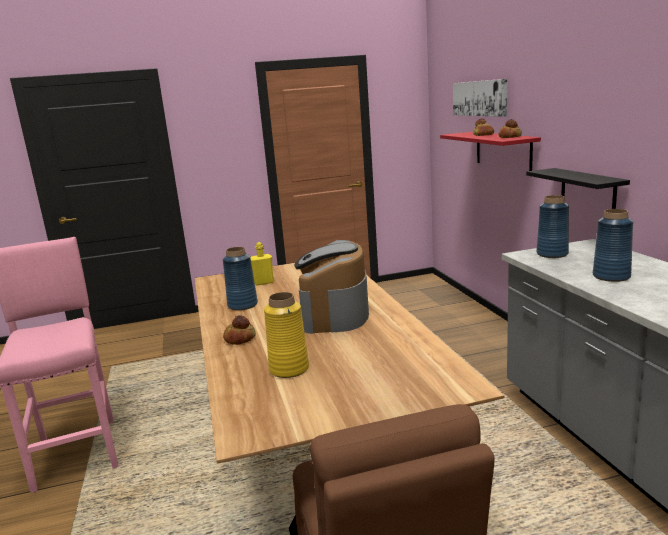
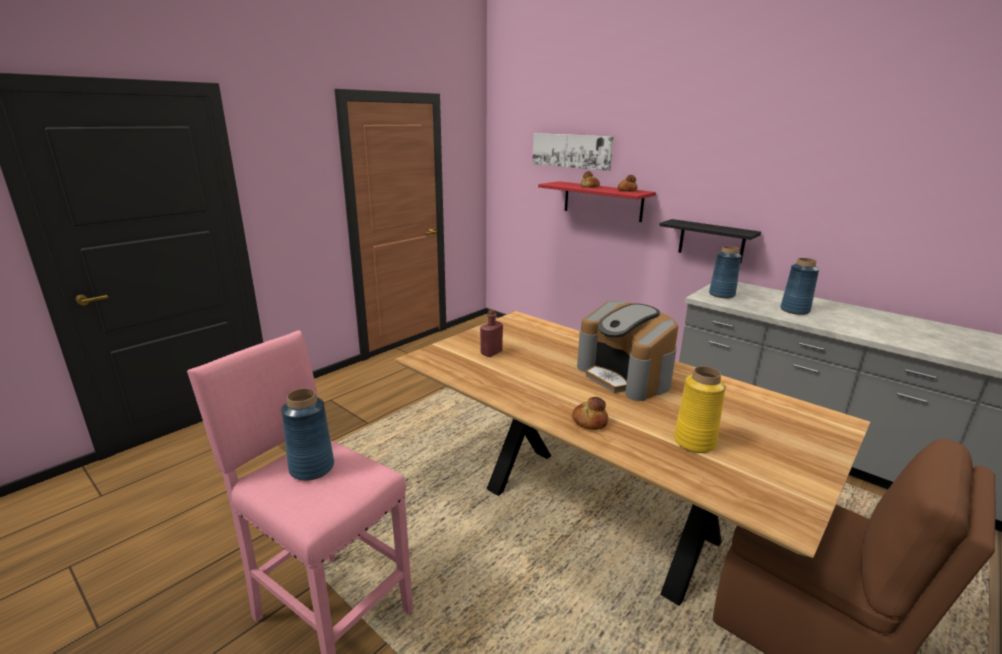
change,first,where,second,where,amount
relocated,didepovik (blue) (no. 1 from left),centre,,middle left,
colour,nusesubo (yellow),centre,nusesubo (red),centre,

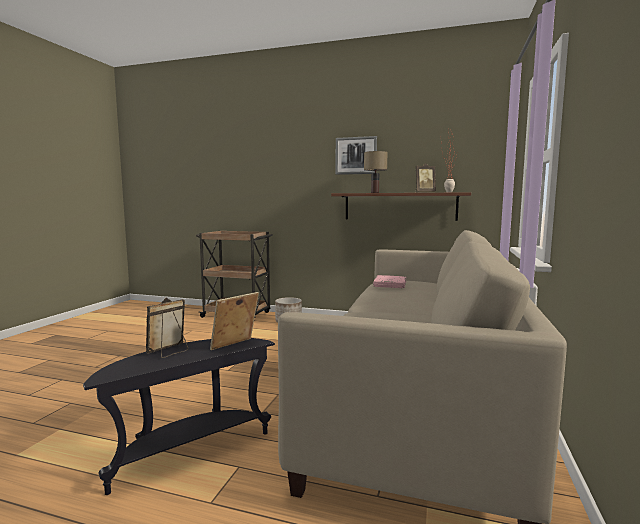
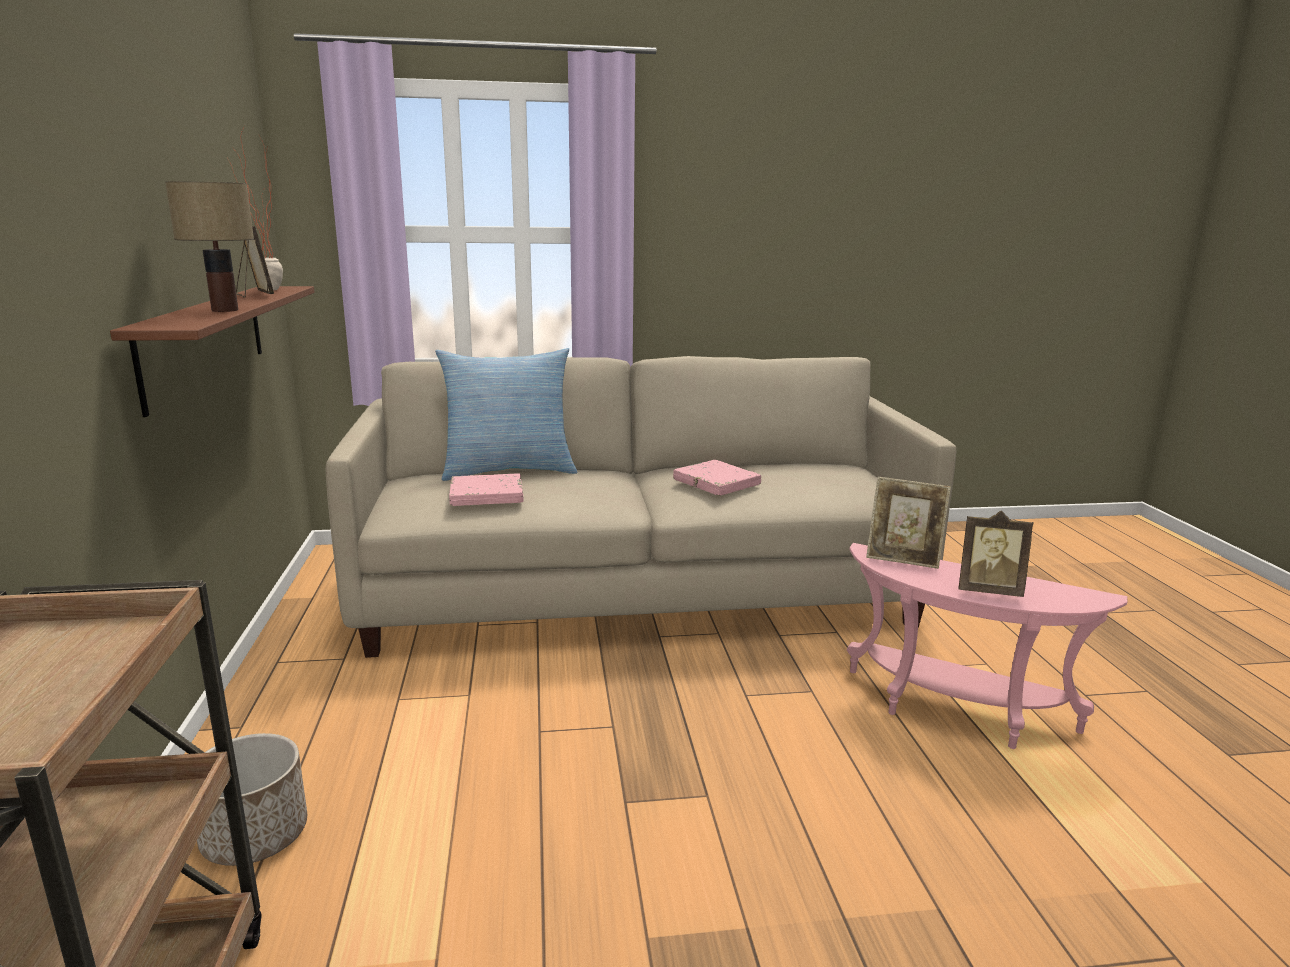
change,first,where,second,where,amount
missing,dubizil,top centre,,,
appeared,,,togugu,centre,
appeared,,,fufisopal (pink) (no. 2 from left),centre,
colour,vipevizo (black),bottom left,vipevizo (pink),bottom right,

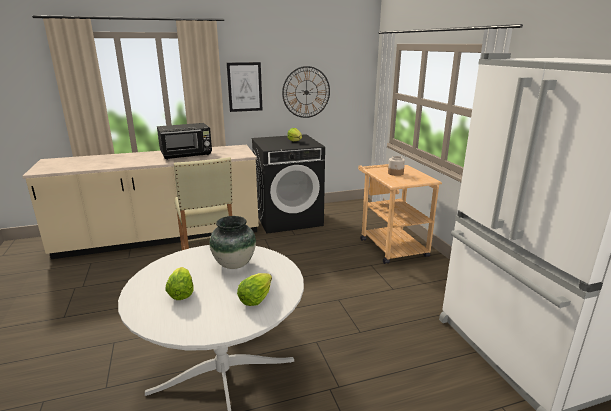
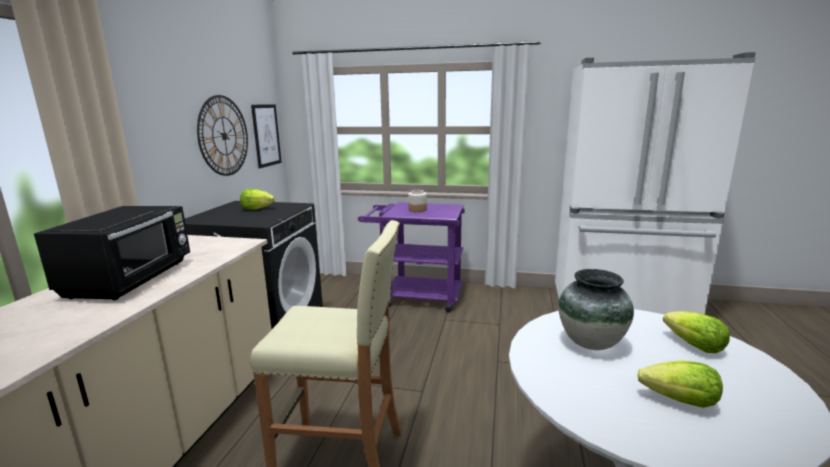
change,first,where,second,where,amount
relocated,dubizil,top centre,,top left,
colour,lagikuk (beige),centre,lagikuk (purple),centre,

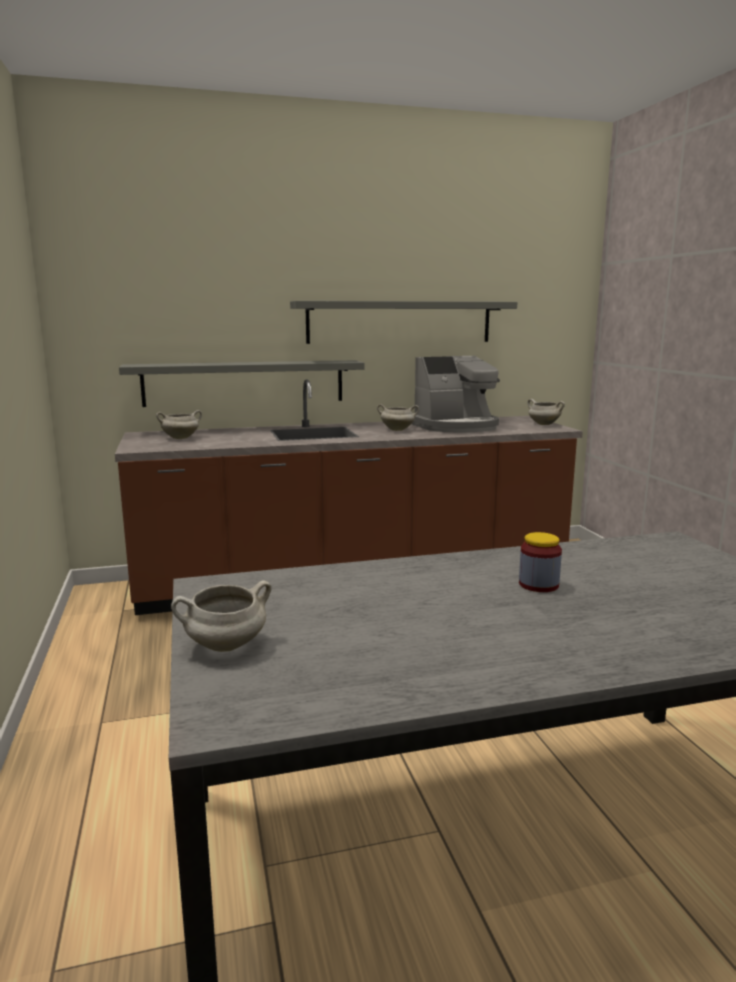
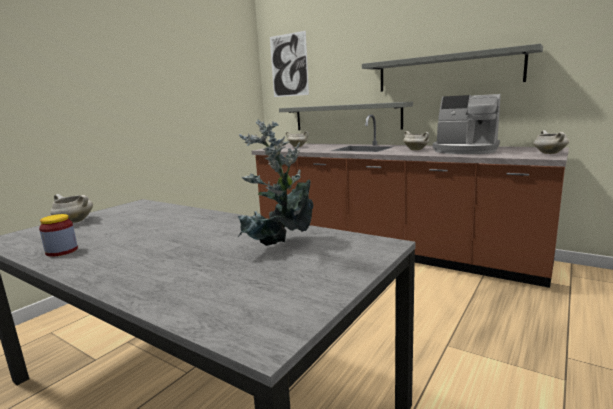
change,first,where,second,where,amount
appeared,,,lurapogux,centre,
appeared,,,dubizil,top centre,
relocated,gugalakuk,middle right,,middle left,

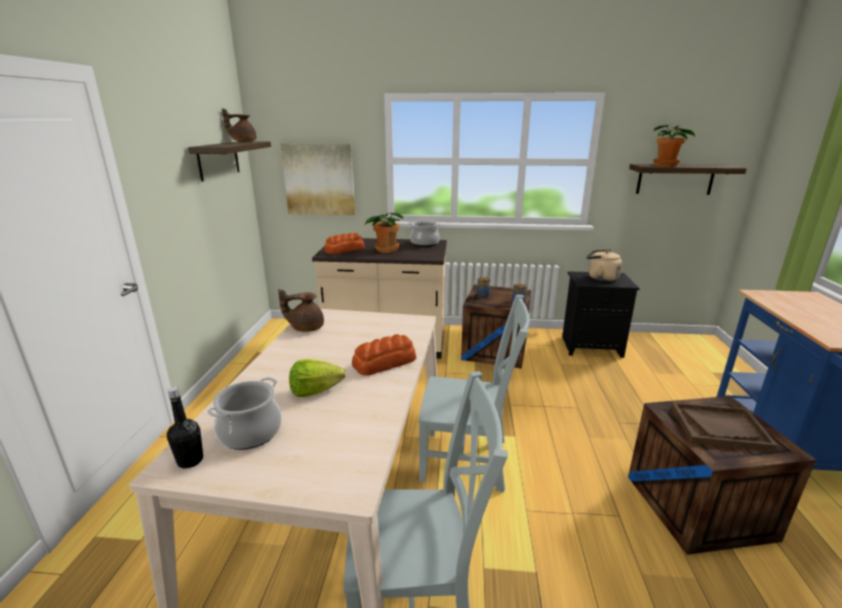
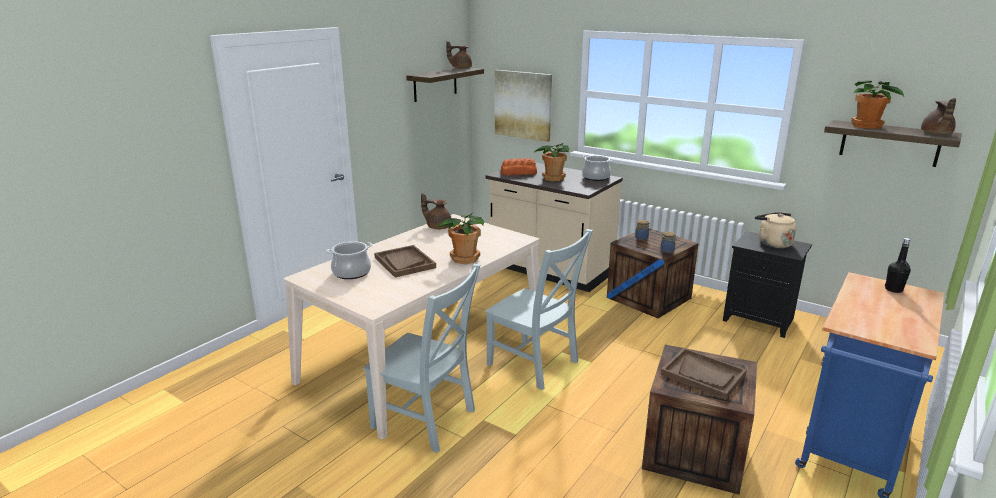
change,first,where,second,where,amount
appeared,,,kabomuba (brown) (no. 3 from left),top right,
relocated,nusesubo (black),bottom left,,middle right,
exchanged,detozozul,centre,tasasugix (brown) (no. 1 from left),centre,
exchanged,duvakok (no. 2 from left),centre,lurapogux (no. 1 from left),centre,

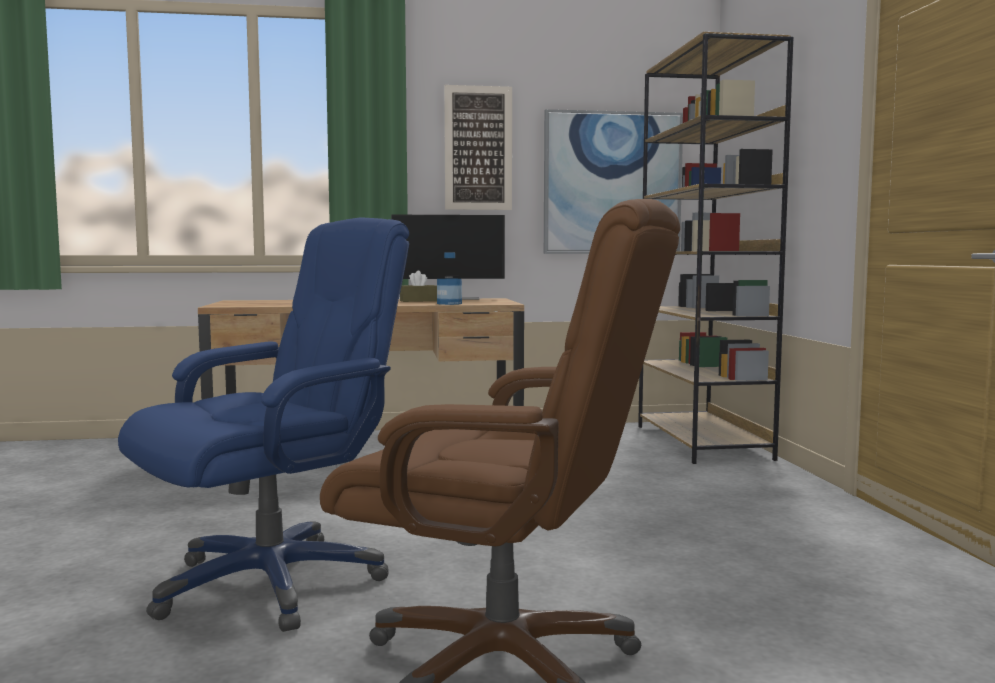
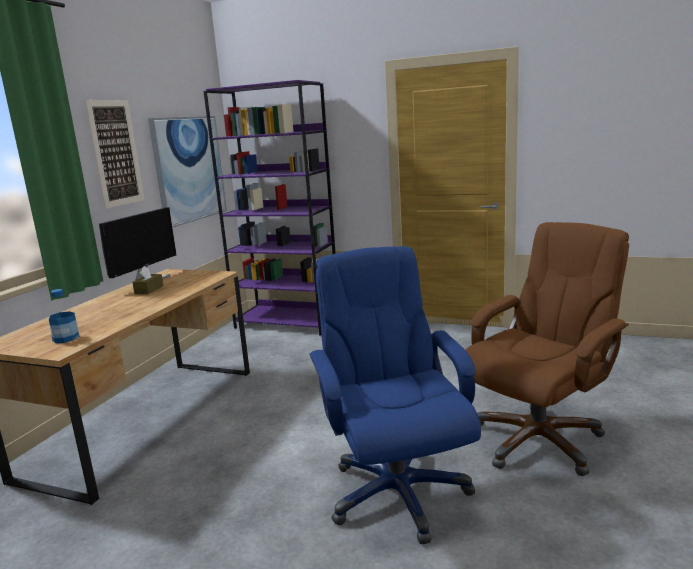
change,first,where,second,where,amount
relocated,nusesubo,centre,,middle left,
colour,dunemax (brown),middle right,dunemax (purple),centre,

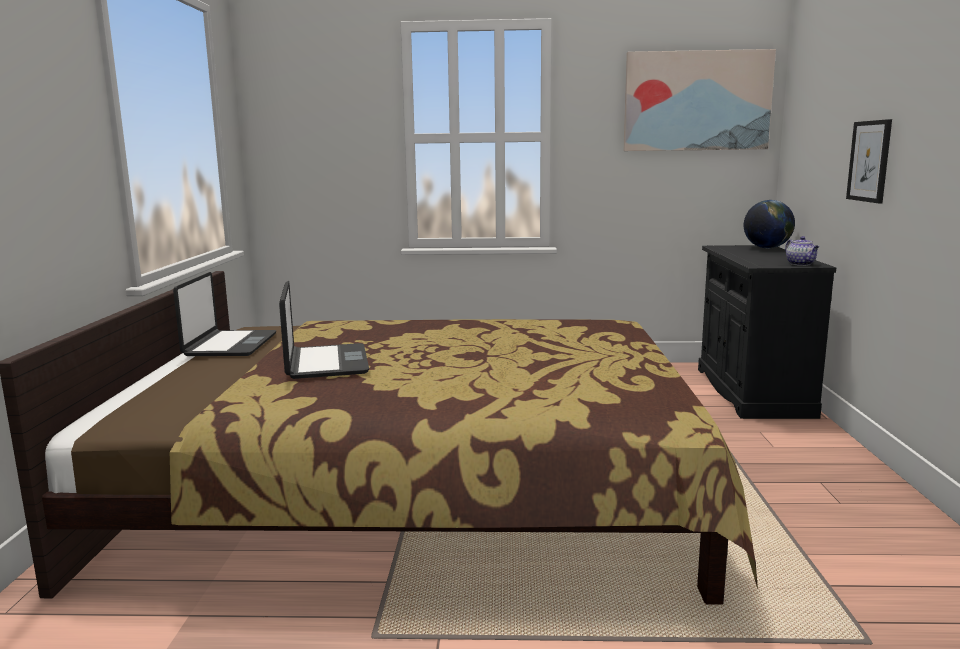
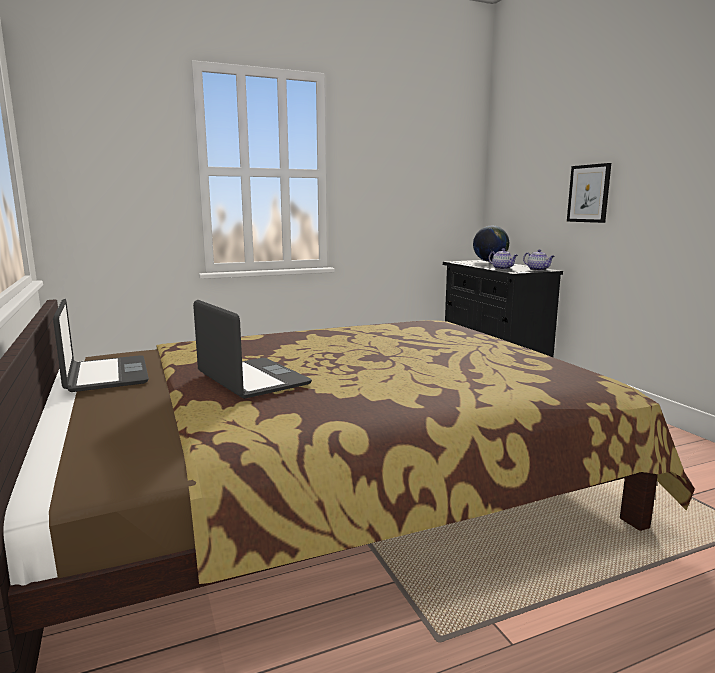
change,first,where,second,where,amount
missing,dubizil (no. 1 from left),top right,,,
appeared,,,kabomuba (no. 1 from left),middle right,

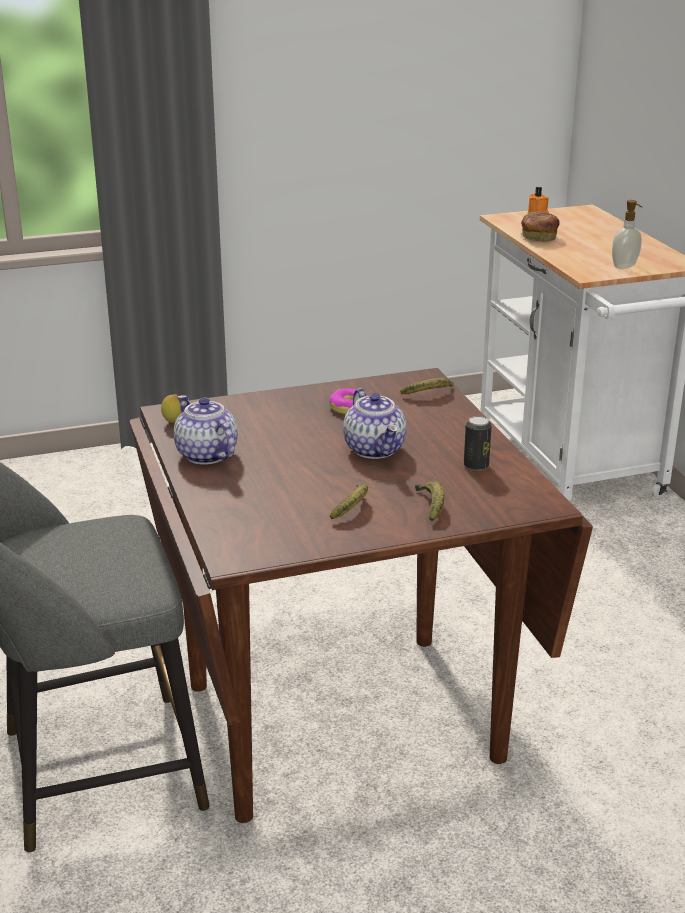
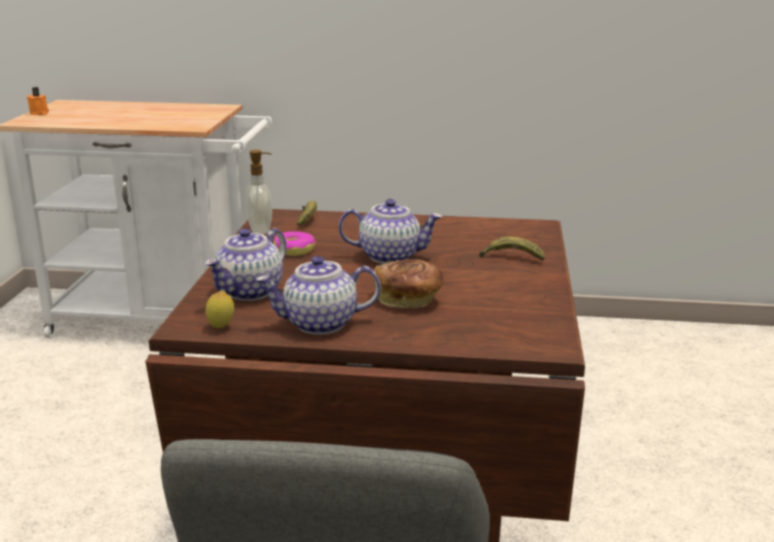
change,first,where,second,where,amount
missing,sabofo (no. 1 from left),centre,,,
missing,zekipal,middle right,,,
appeared,,,kabomuba (no. 1 from left),middle left,
relocated,duvakok,top right,,centre,
relocated,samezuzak,top right,,centre,

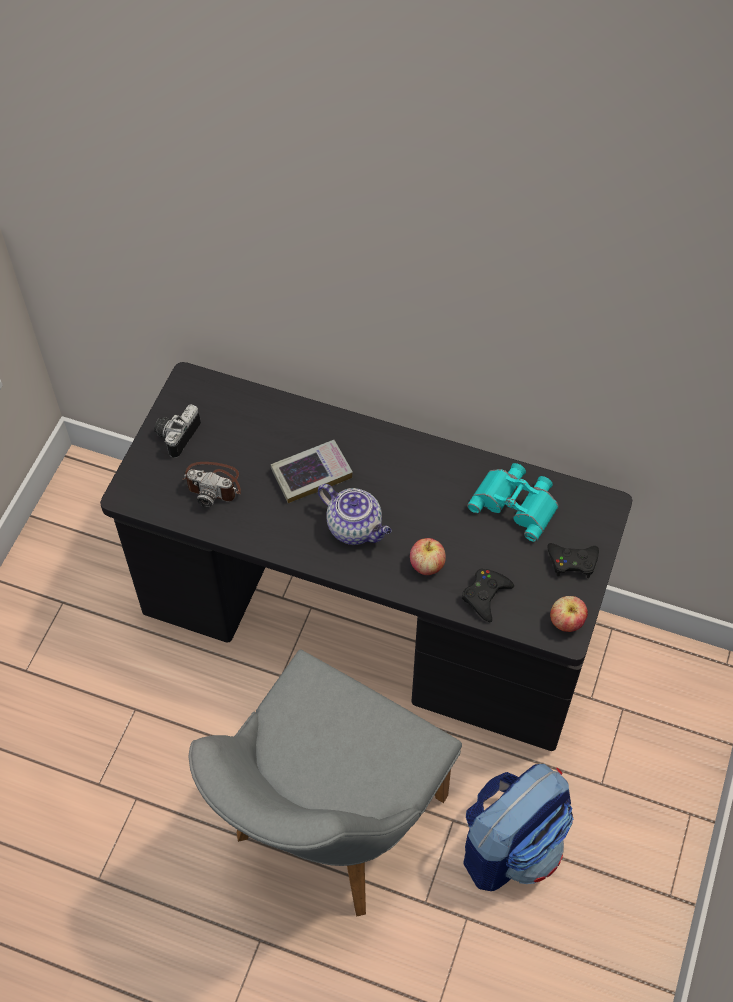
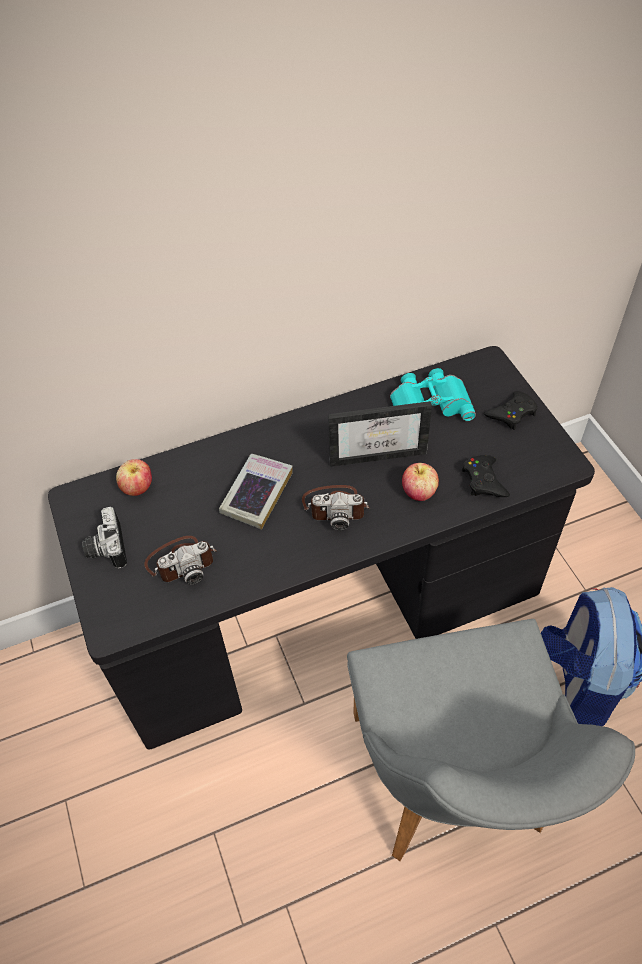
change,first,where,second,where,amount
appeared,,,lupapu,centre,
relocated,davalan (no. 2 from left in the first image),middle right,davalan (no. 1 from left),middle left,
exchanged,kabomuba,centre,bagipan (no. 3 from left),centre,

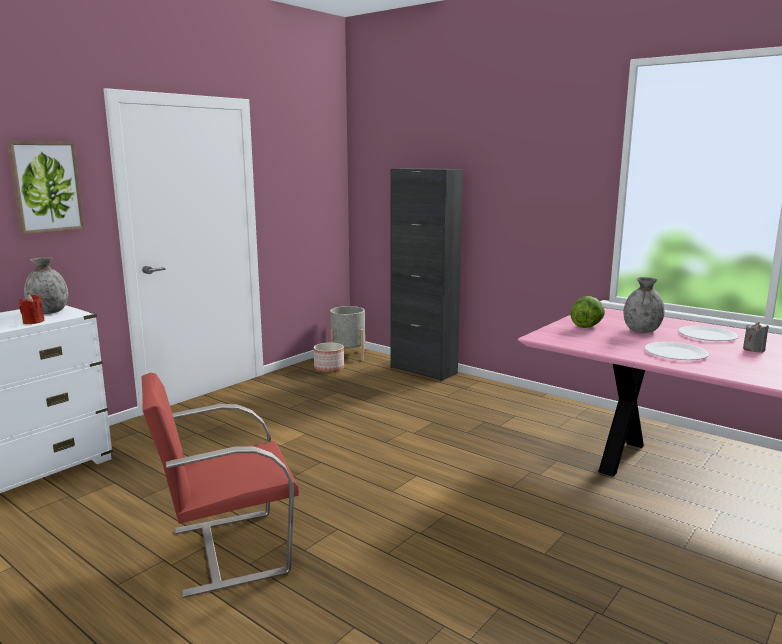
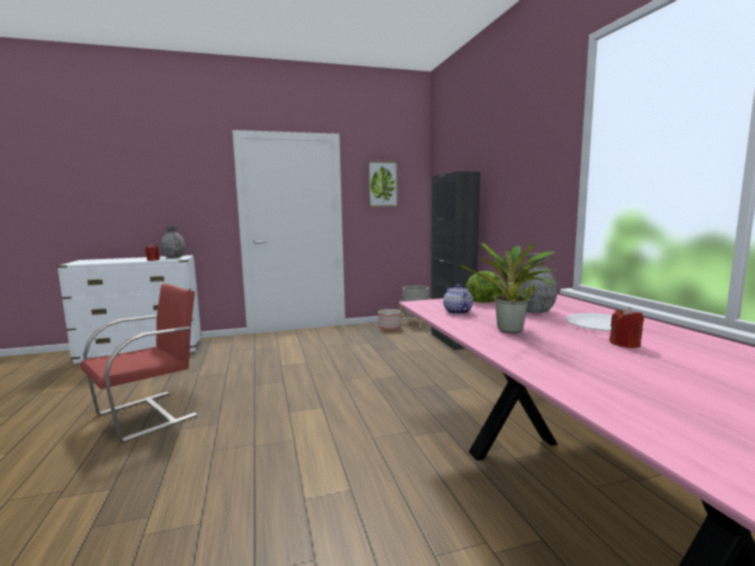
change,first,where,second,where,amount
appeared,,,kabomuba,centre,
relocated,dubizil,top left,,top centre,
exchanged,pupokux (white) (no. 1 from left),middle right,lurapogux,middle right,
colour,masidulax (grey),middle right,masidulax (red) (no. 2 from left),middle right,
spun,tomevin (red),bottom left,,middle left,120 degrees clockwise

